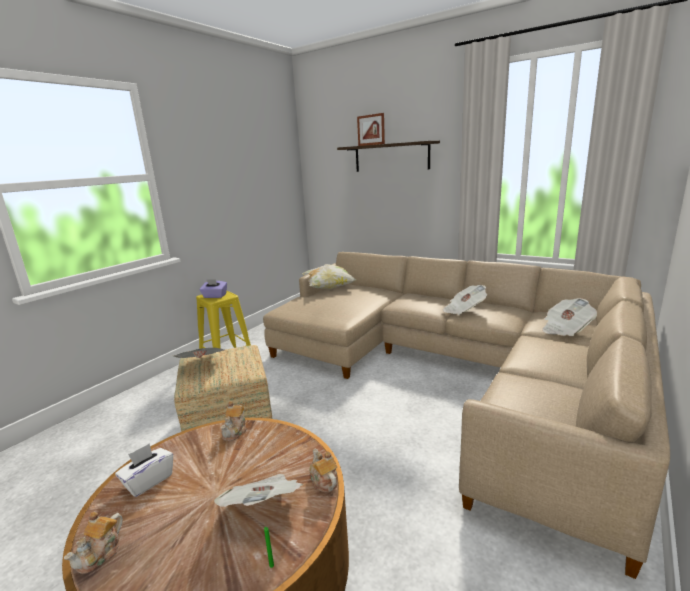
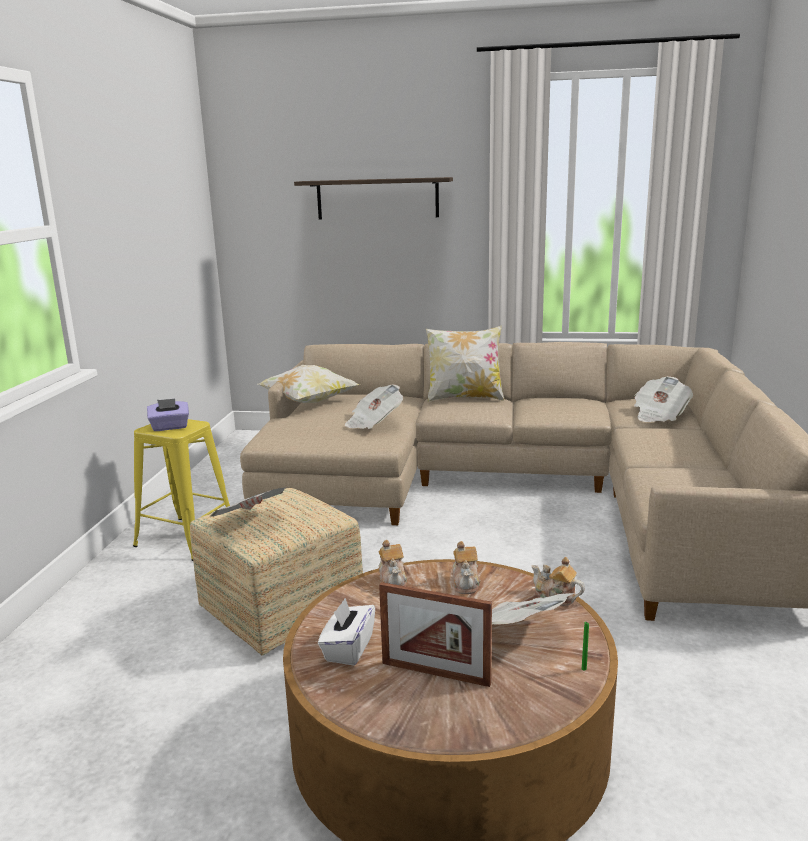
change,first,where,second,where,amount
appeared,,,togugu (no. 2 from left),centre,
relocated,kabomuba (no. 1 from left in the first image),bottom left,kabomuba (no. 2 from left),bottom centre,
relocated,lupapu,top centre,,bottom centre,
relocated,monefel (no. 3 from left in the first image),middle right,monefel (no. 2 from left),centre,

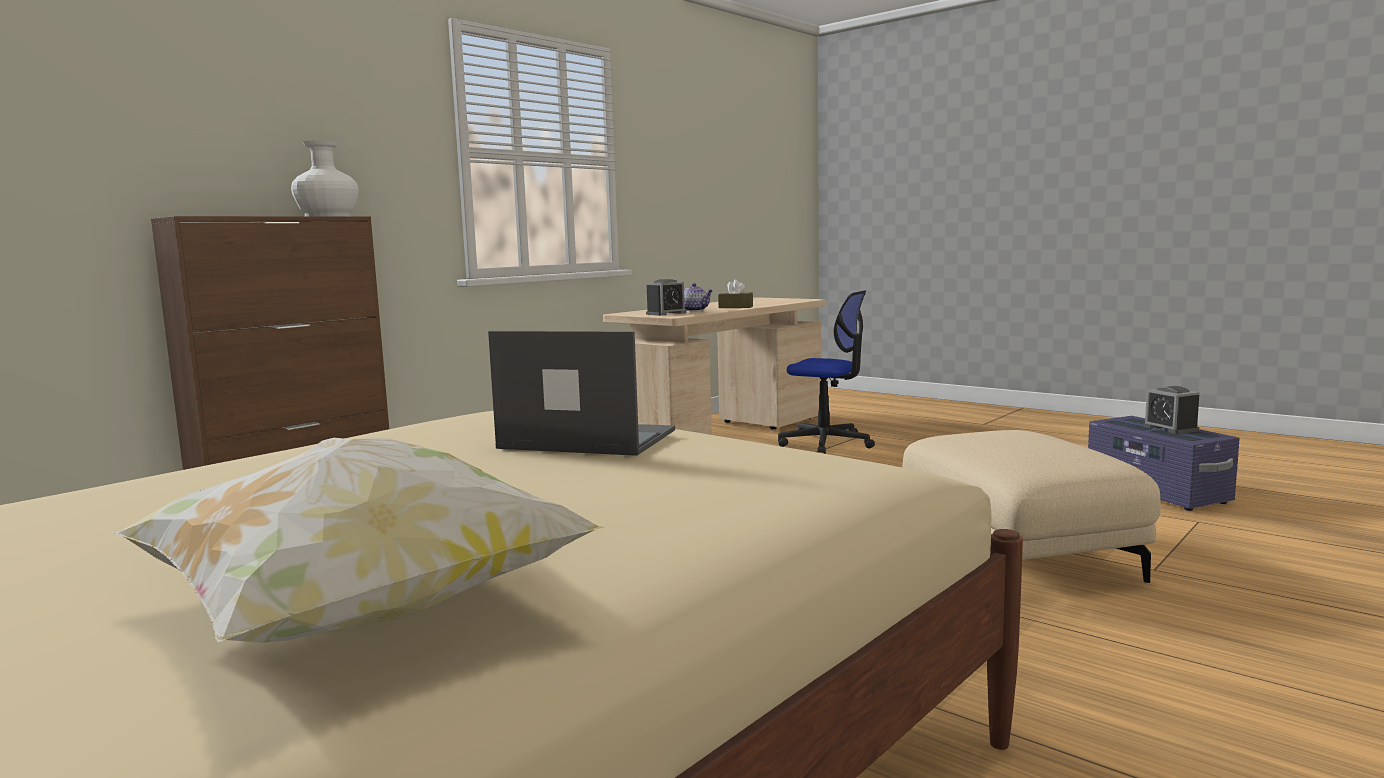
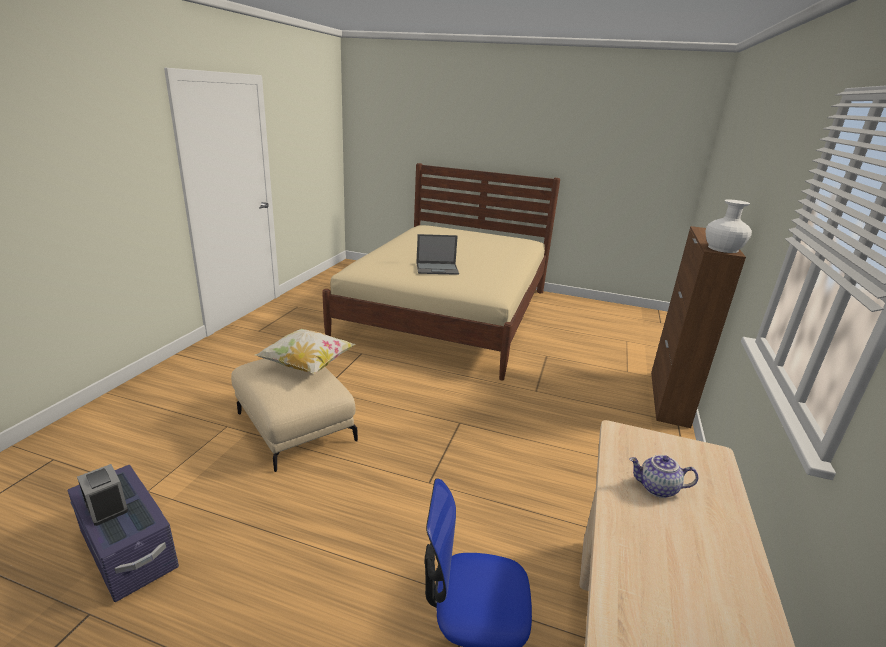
change,first,where,second,where,amount
missing,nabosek (no. 1 from left),centre,,,
missing,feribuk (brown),centre,,,
relocated,togugu,bottom left,,centre,

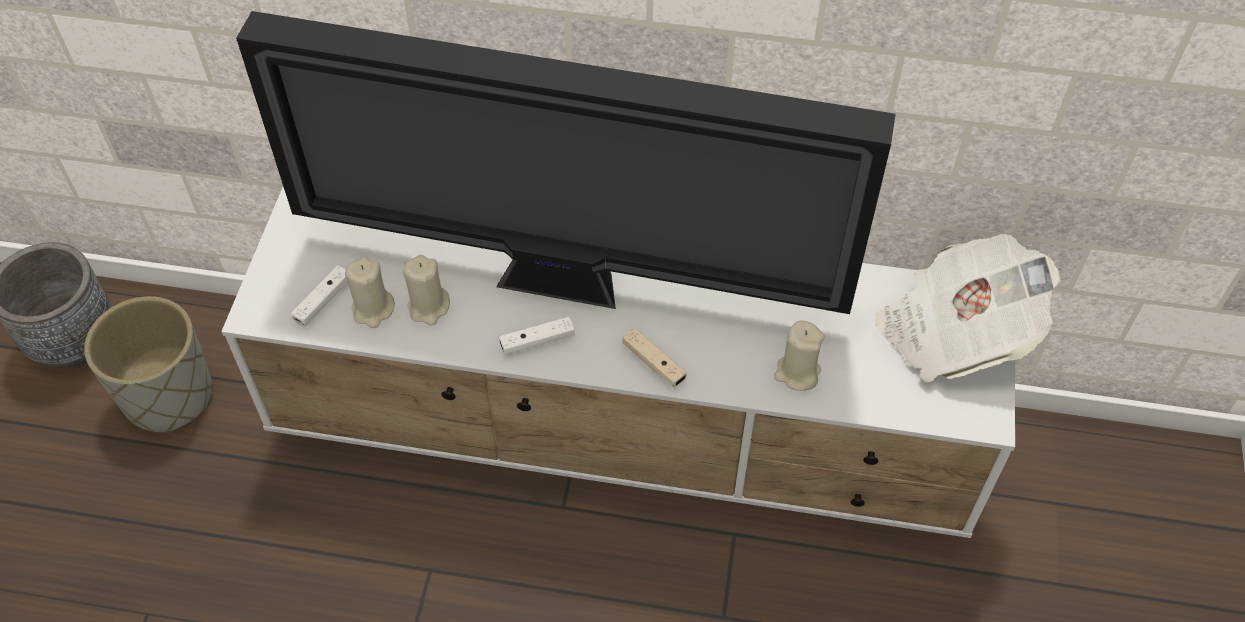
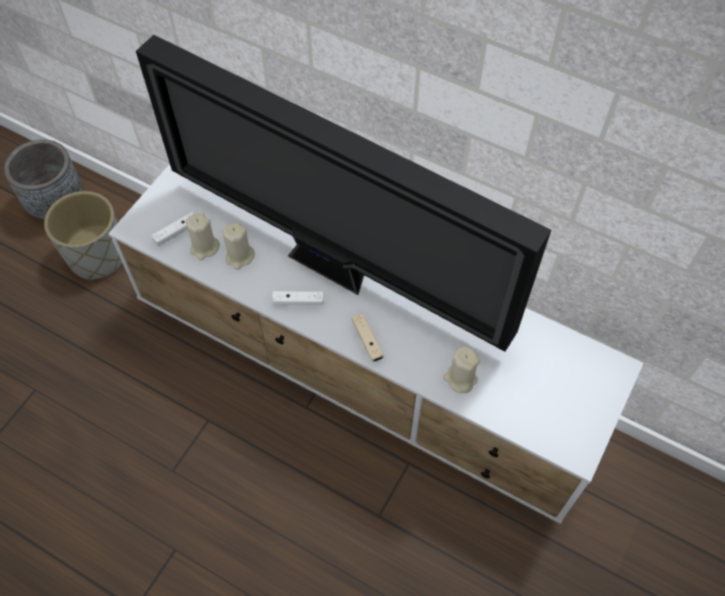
change,first,where,second,where,amount
missing,monefel,middle right,,,

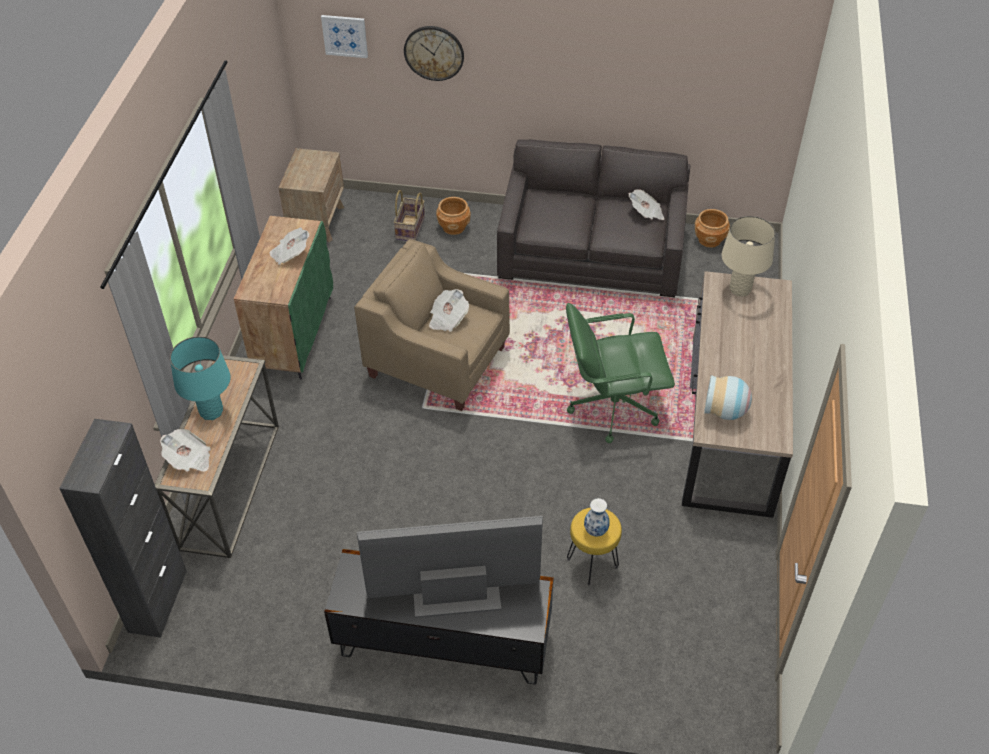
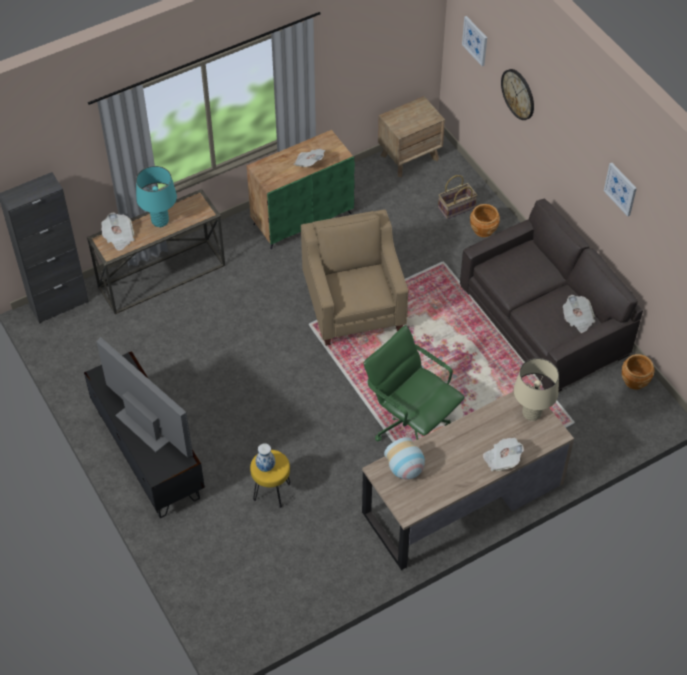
change,first,where,second,where,amount
appeared,,,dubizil (no. 2 from left),top right,
relocated,monefel (no. 3 from left),centre,,bottom right,

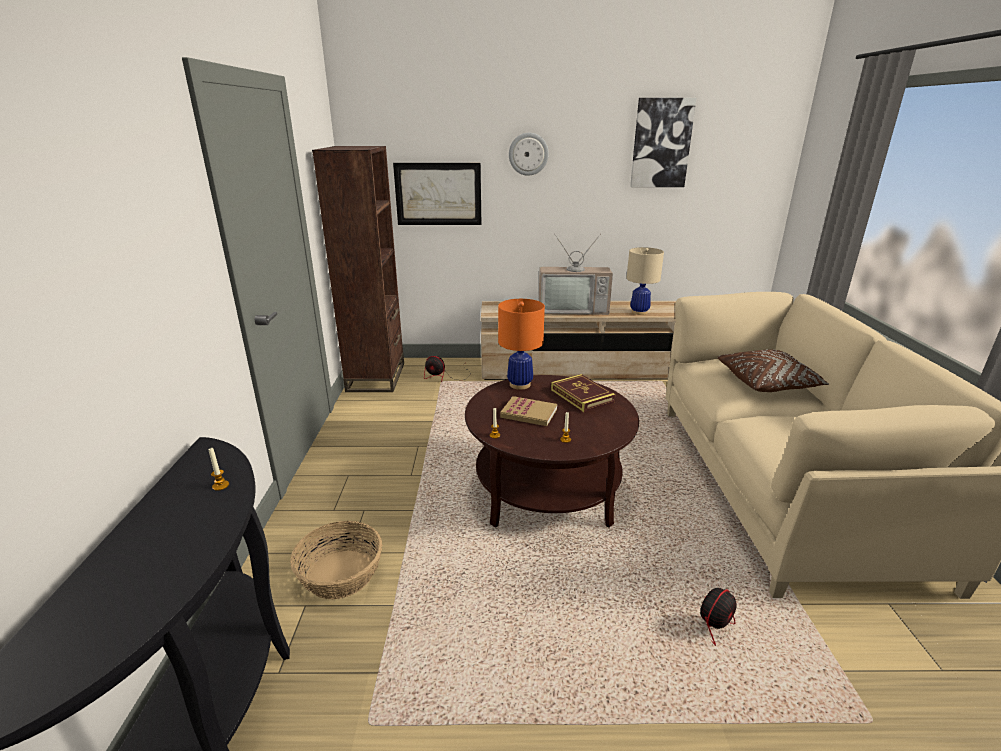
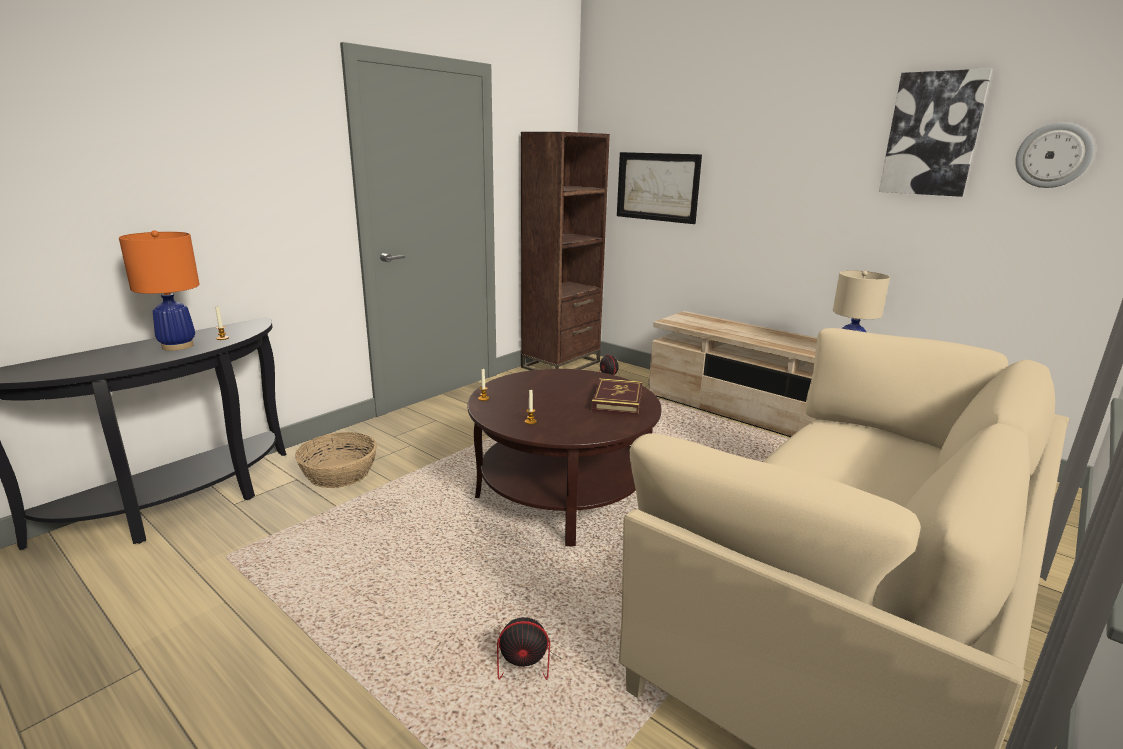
change,first,where,second,where,amount
missing,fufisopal (no. 1 from left),centre,,,
missing,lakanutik,centre,,,
missing,togugu (brown),middle right,,,
relocated,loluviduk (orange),centre,,middle left,
relocated,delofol,top centre,,top right,

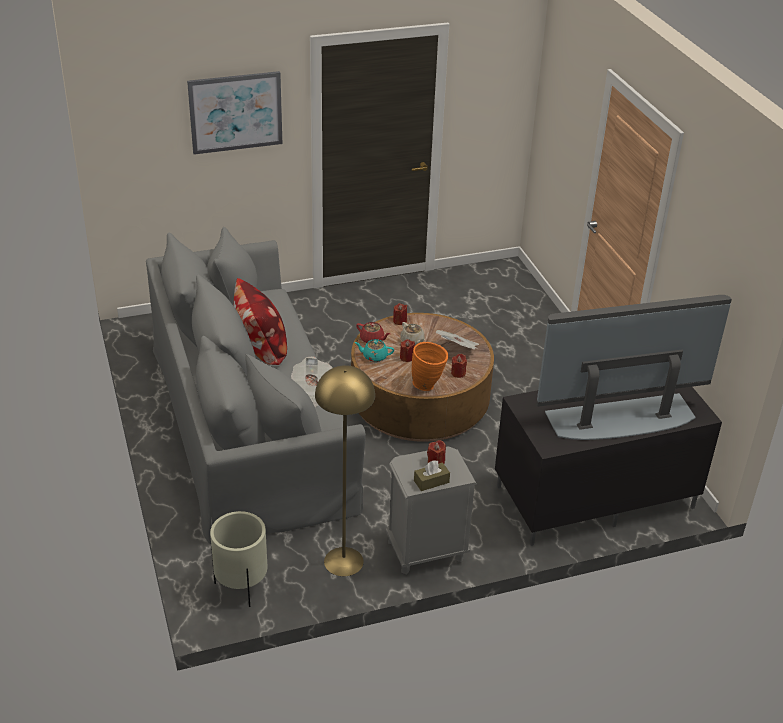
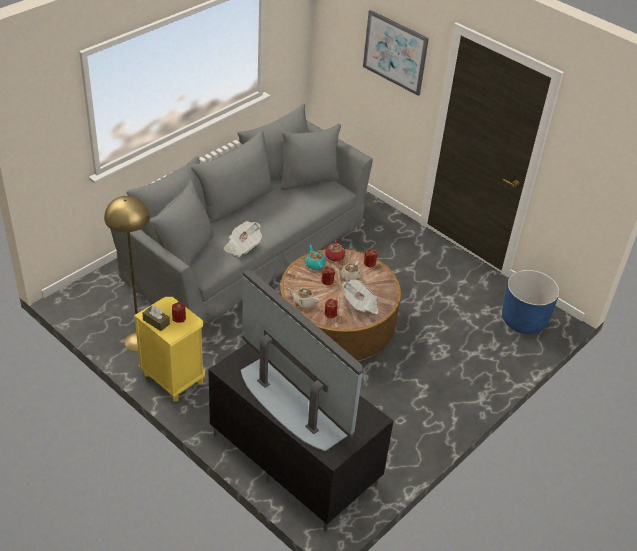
change,first,where,second,where,amount
missing,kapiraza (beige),bottom left,,,
missing,togugu,middle left,,,
appeared,,,kapiraza (blue),middle right,
exchanged,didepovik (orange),centre,kabomuba (beige) (no. 1 from left),centre,
colour,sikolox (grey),bottom centre,sikolox (yellow),middle left,

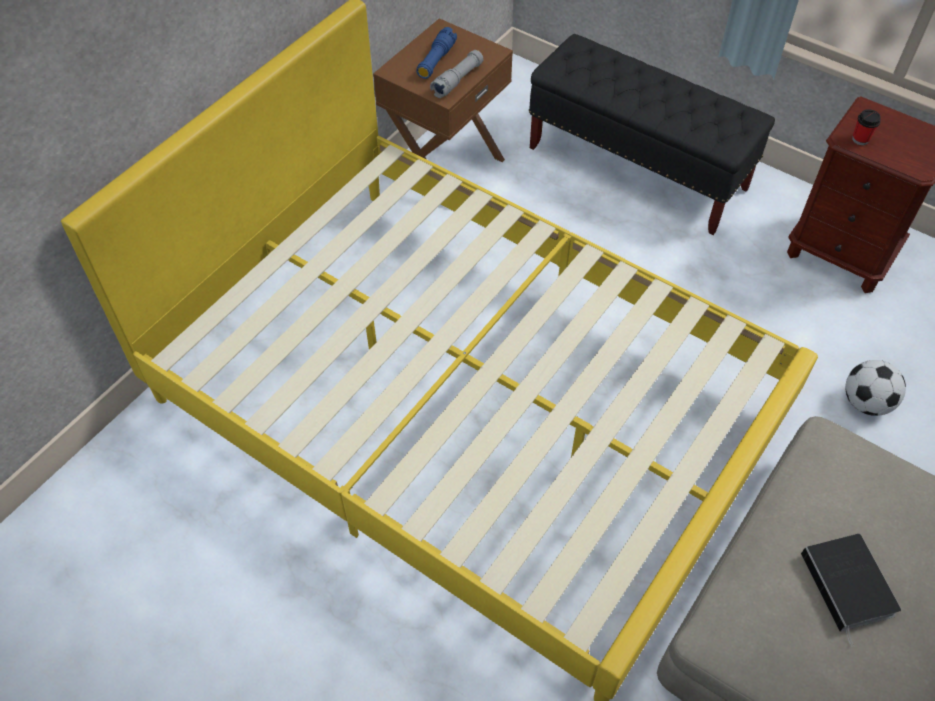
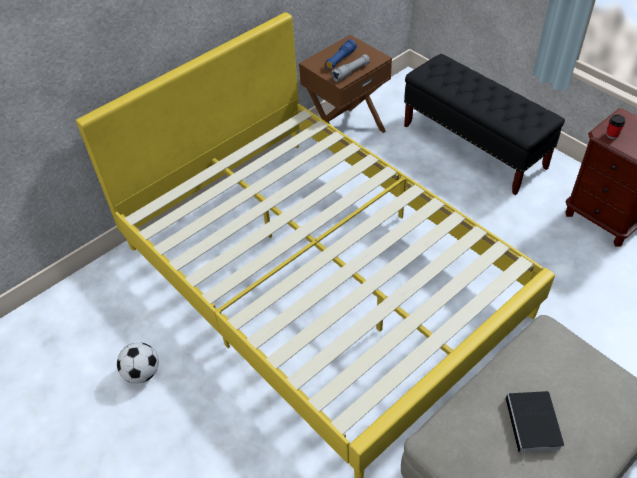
change,first,where,second,where,amount
relocated,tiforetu,middle right,,bottom left,

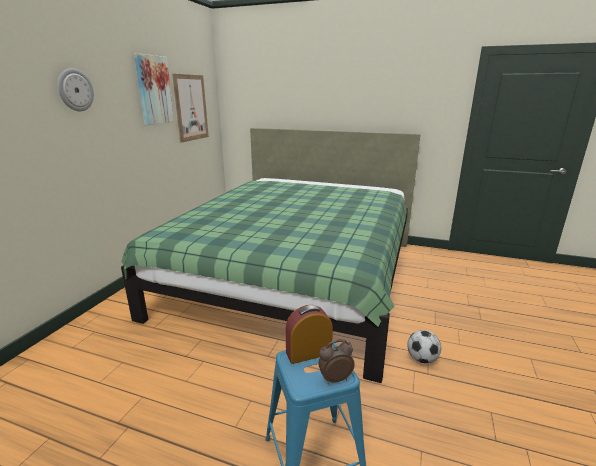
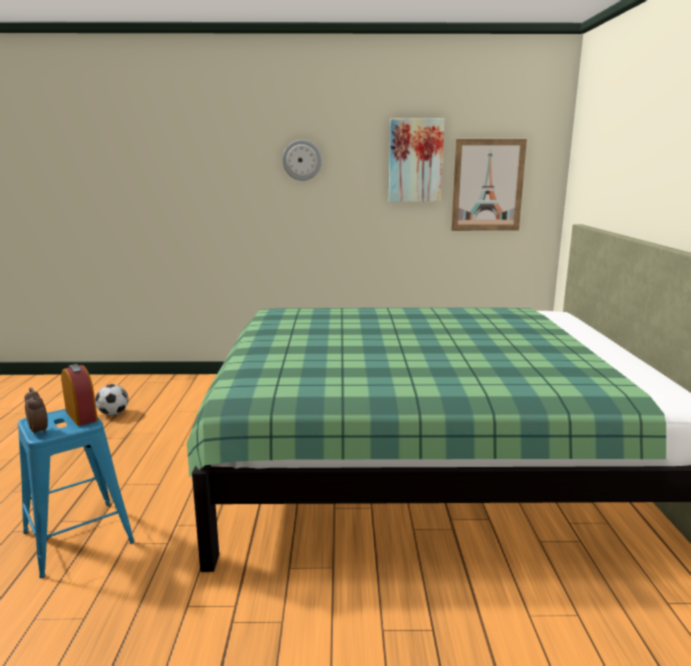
change,first,where,second,where,amount
relocated,tiforetu,bottom right,,middle left,

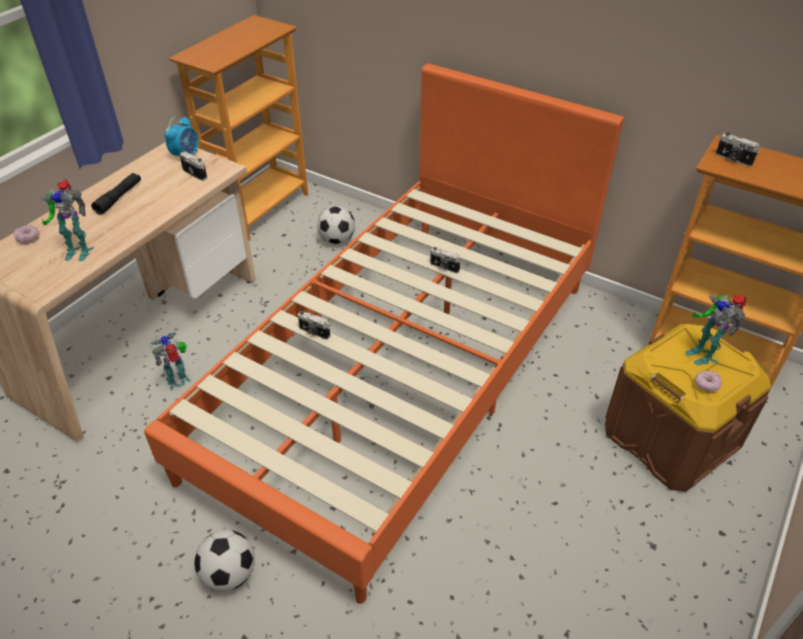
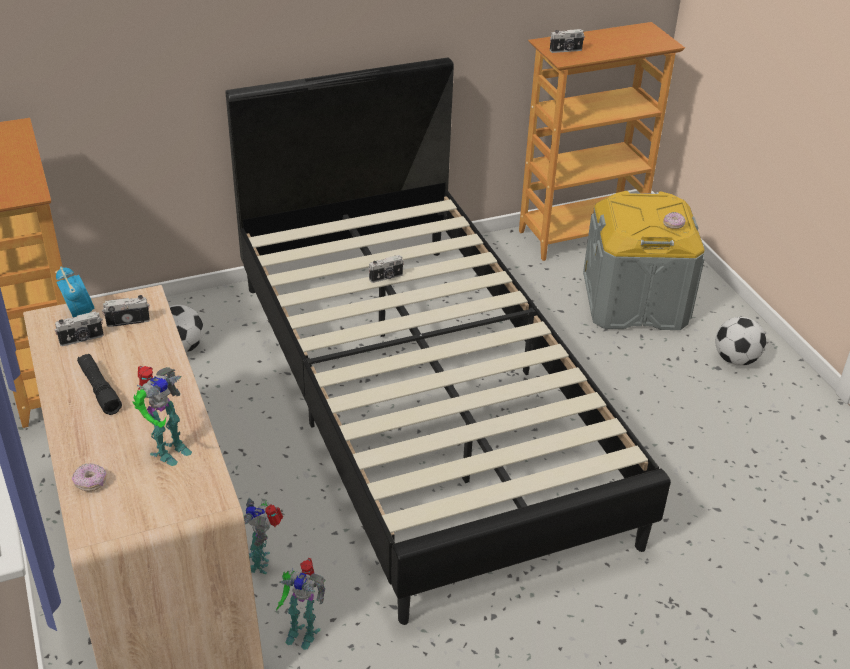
change,first,where,second,where,amount
relocated,tiforetu (no. 1 from left in the first image),bottom left,tiforetu (no. 2 from left),middle right,
relocated,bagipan (no. 2 from left in the first image),centre,bagipan (no. 1 from left),middle left,
relocated,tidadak (no. 3 from left),middle right,,bottom centre,
colour,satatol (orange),centre,satatol (black),centre,
colour,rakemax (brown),middle right,rakemax (grey),middle right,

